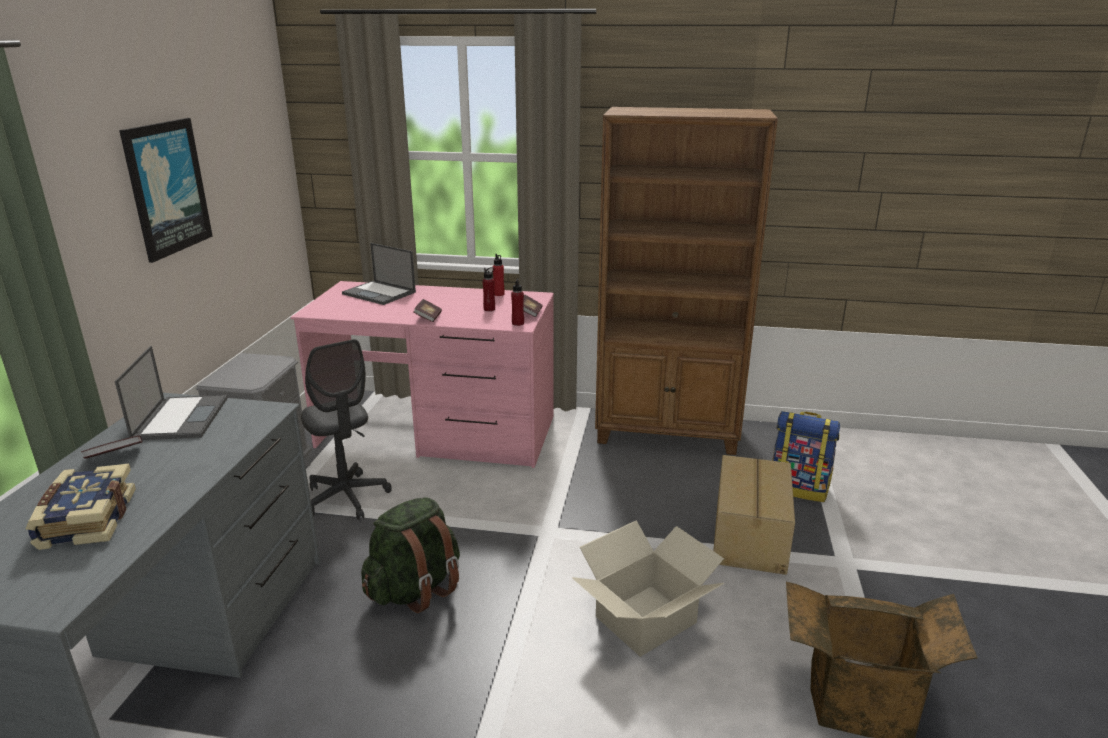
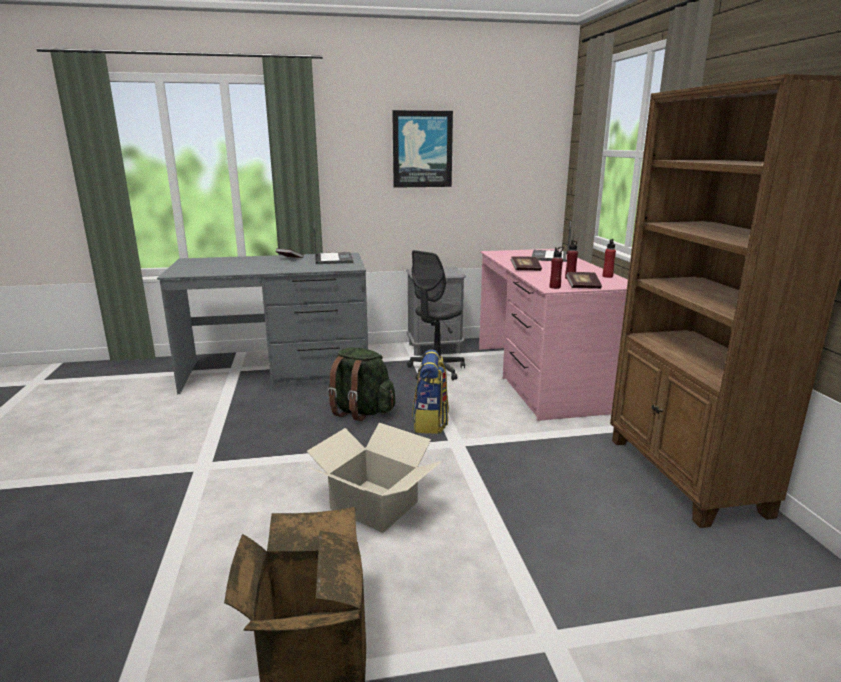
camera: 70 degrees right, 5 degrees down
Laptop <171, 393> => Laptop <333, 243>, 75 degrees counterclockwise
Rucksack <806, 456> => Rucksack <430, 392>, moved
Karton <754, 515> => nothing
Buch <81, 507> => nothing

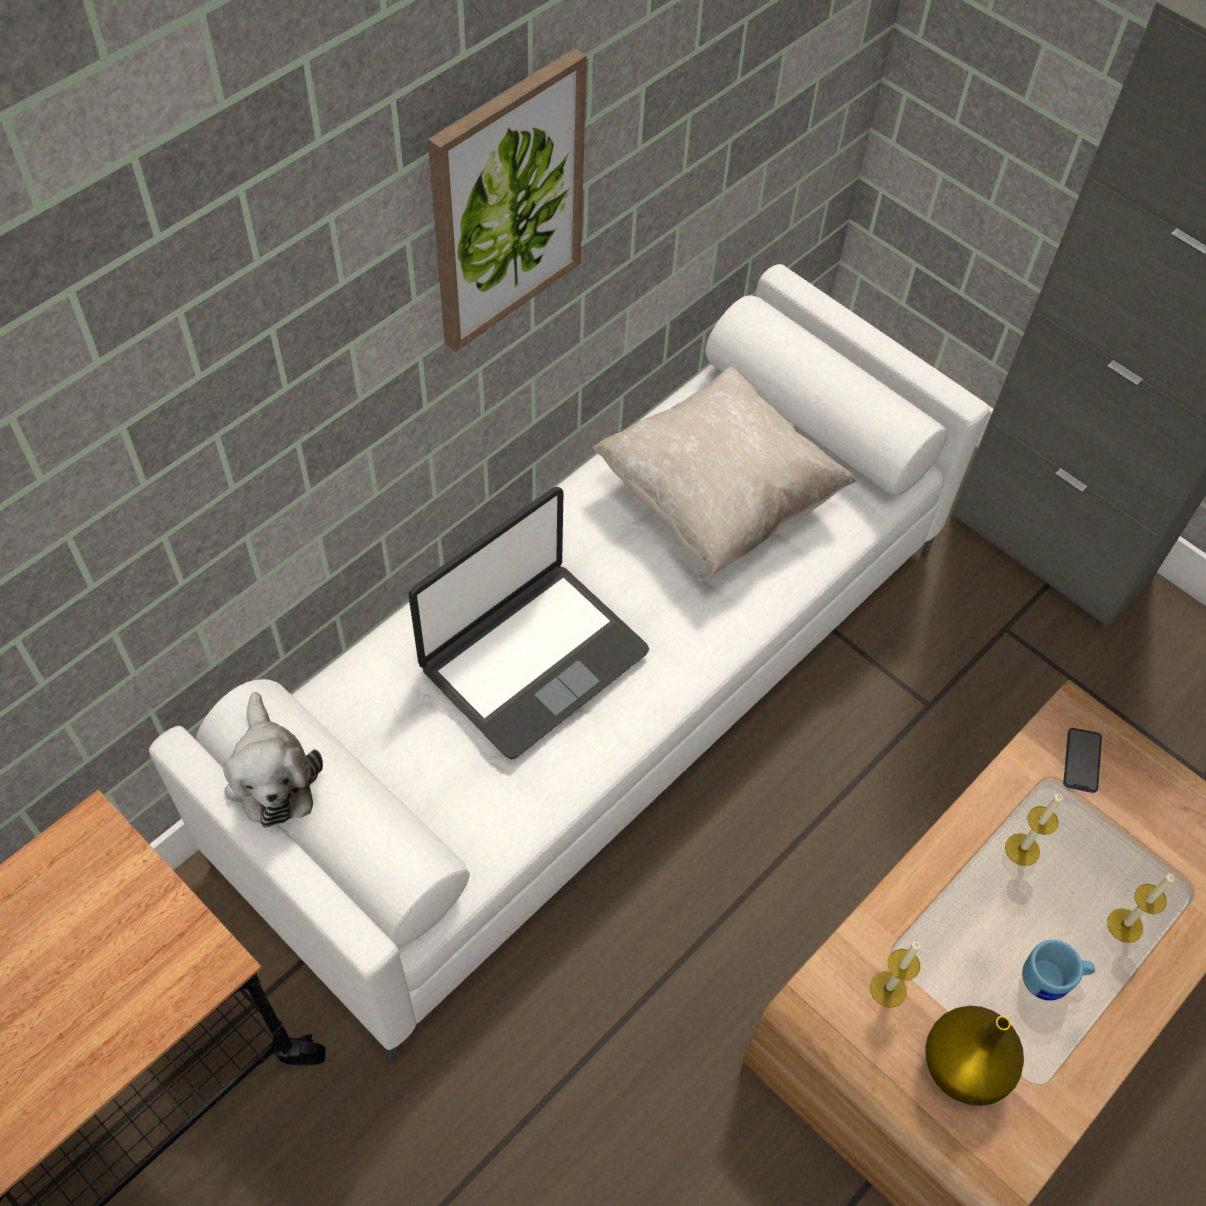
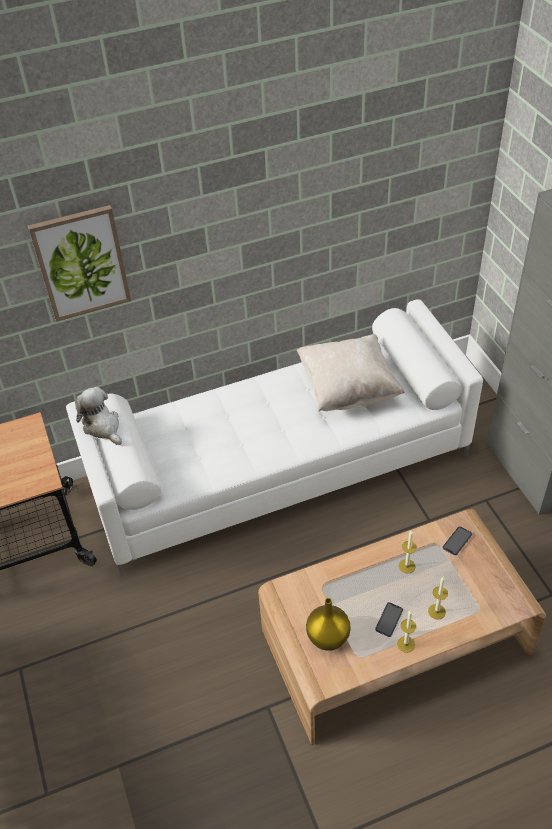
camera: 30 degrees right, 10 degrees down
Bild <507, 200> => Bild <79, 263>, moved
Laptop <528, 623> => nothing
Plüschtier <273, 759> => Plüschtier <98, 416>, 135 degrees clockwise
Henkelbecher [blau] <1058, 970> => Handy <389, 619>
Kerze <895, 974> => Kerze <406, 631>, moved

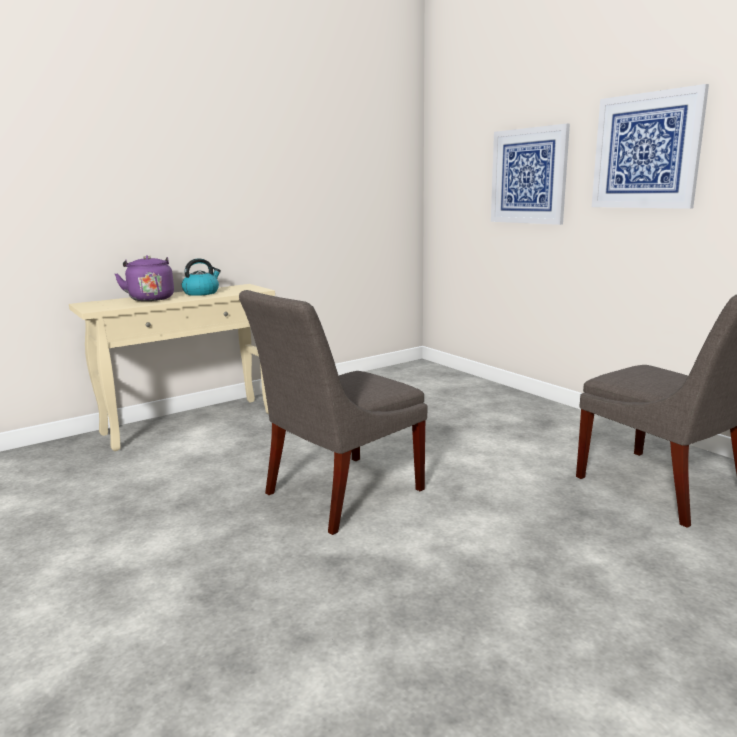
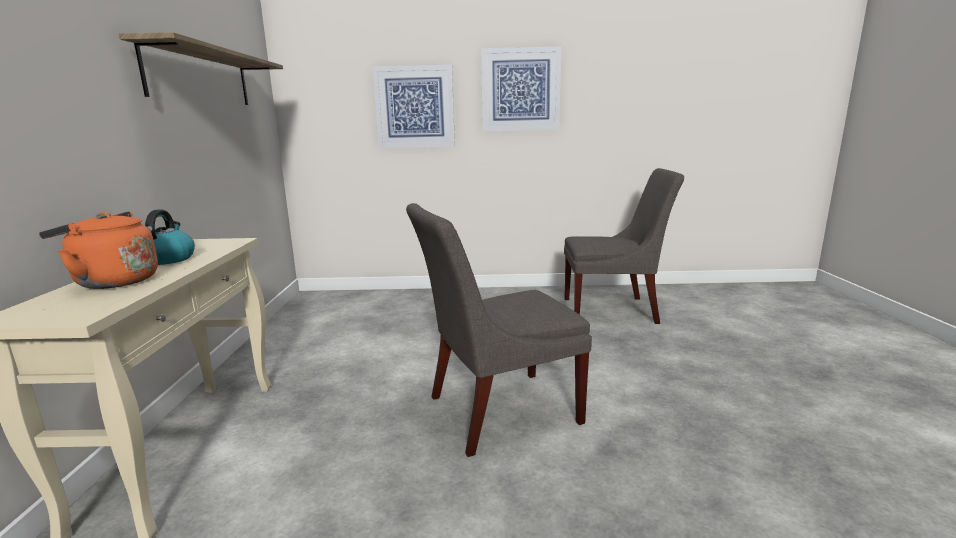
camera: 55 degrees left, 0 degrees up
Wasserkessel [lila] <144, 278> => Wasserkessel [orange] <98, 250>
Stuhl [grau] <333, 412> => Stuhl [grau] <499, 330>, 75 degrees clockwise
nothing => Wandregal <201, 68>

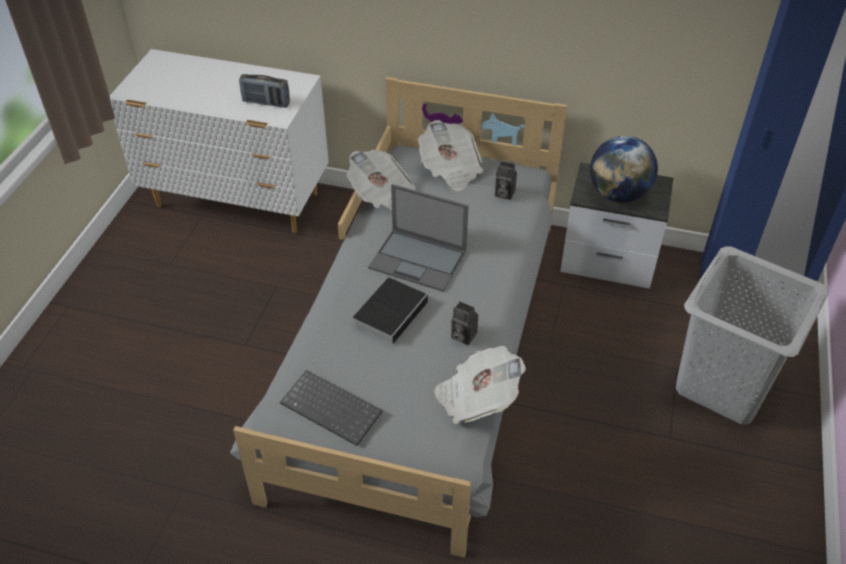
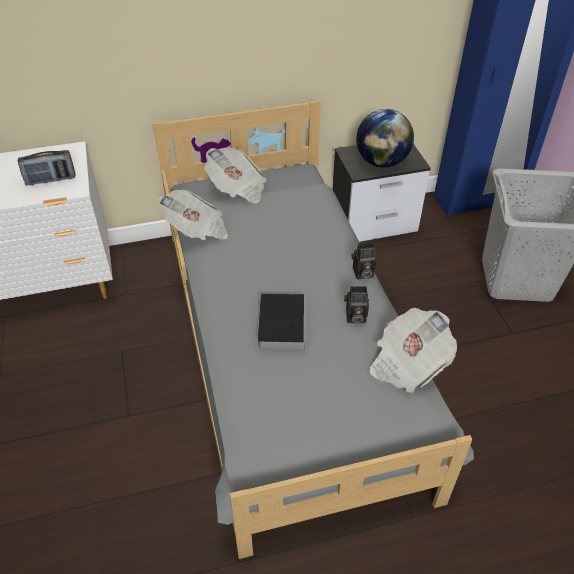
camera: 30 degrees left, 0 degrees up
Kamera <506, 180> => Kamera <364, 260>, moved
Laptop <418, 238> => nothing
Tastatur <331, 408> => nothing

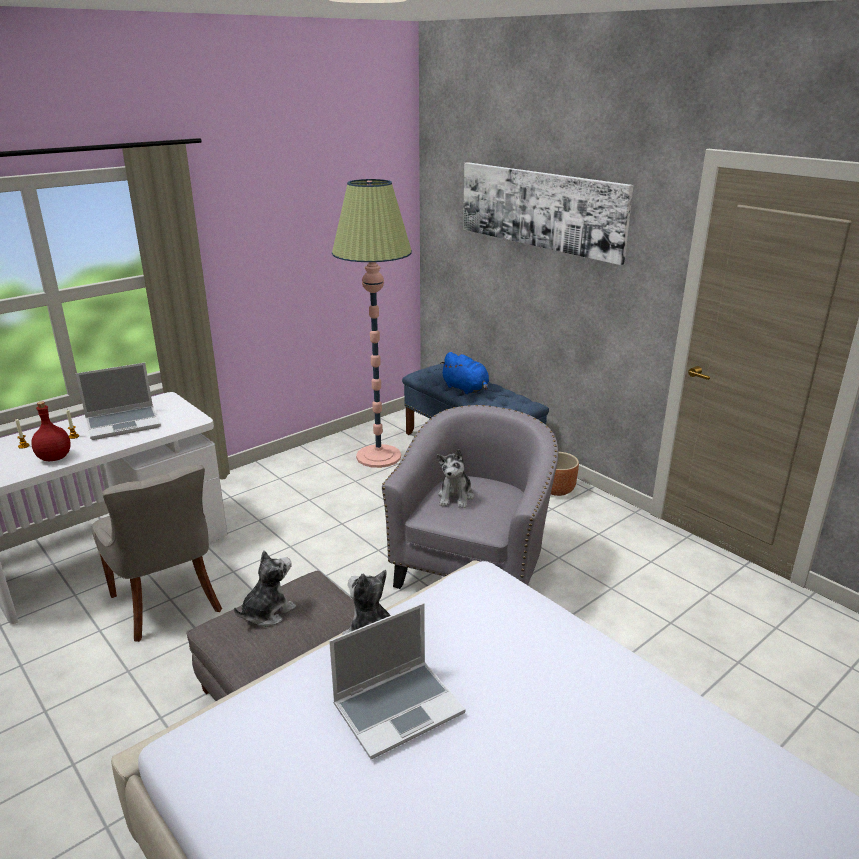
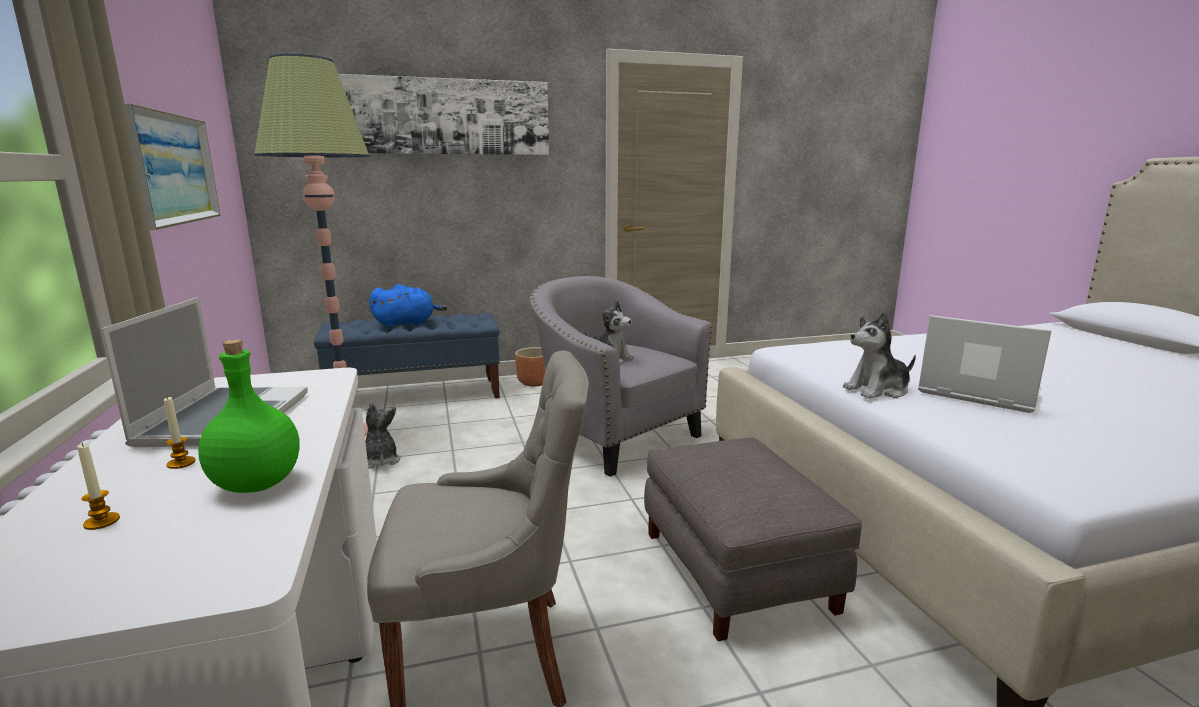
camera: 65 degrees left, 10 degrees down
Flasche [rot] <51, 431> => Flasche [grün] <249, 416>
Plüschtier <265, 588> => Plüschtier <383, 436>, moved
Laptop <397, 681> => Laptop <985, 364>, 45 degrees counterclockwise
nothing => Bild <172, 166>

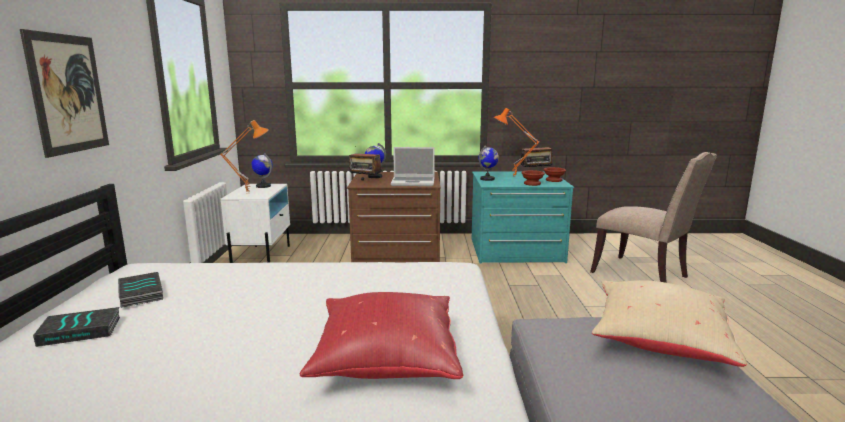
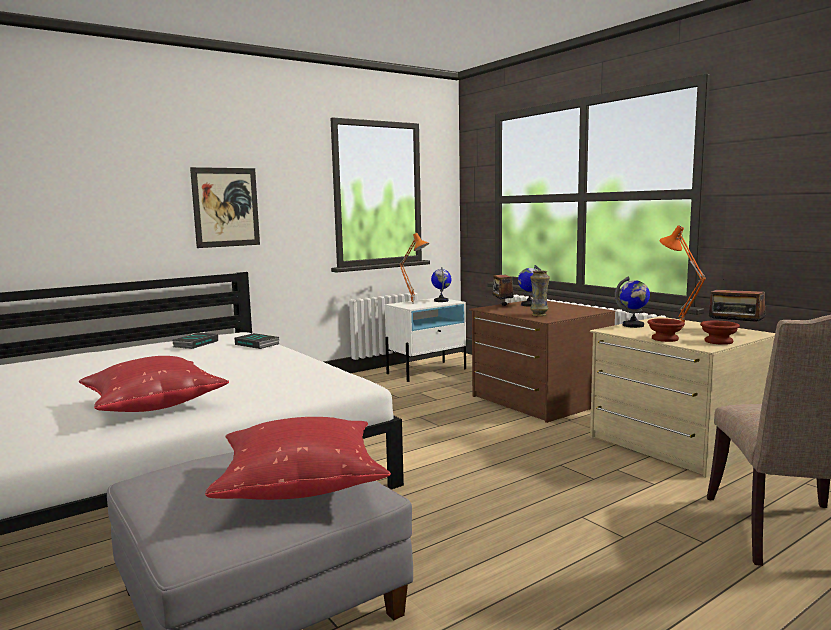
camera: 55 degrees right, 5 degrees down
Laptop <413, 166> => Vase <540, 293>
Kommode [türkis] <523, 217> => Kommode [beige] <682, 397>
Kissen [beige] <669, 323> => Kissen [rot] <298, 458>
Buch <76, 327> => Buch <256, 341>, moved

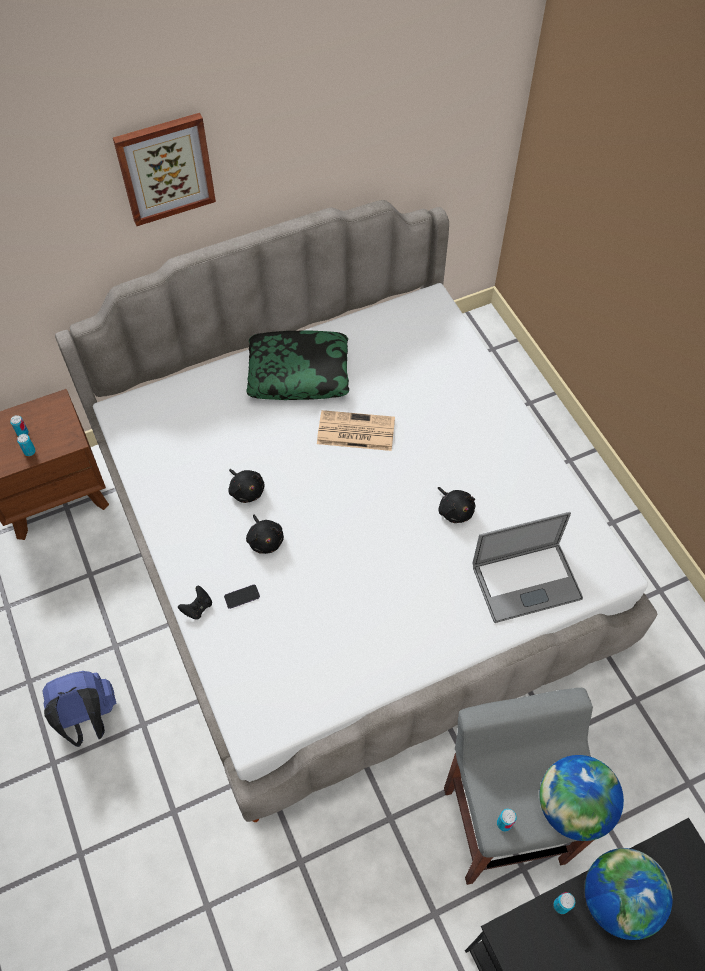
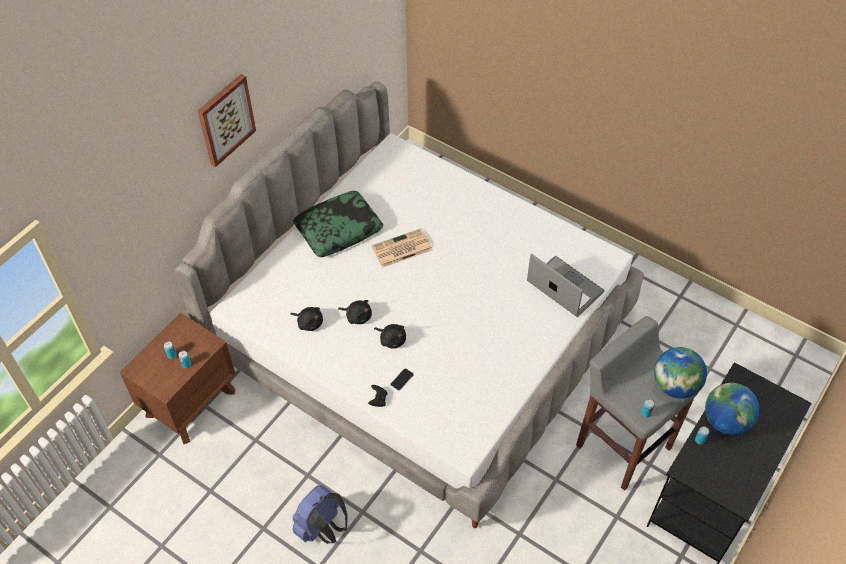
camera: 30 degrees left, 5 degrees down
Plüschtier [schwarz] <456, 505> => Plüschtier [schwarz] <307, 319>, moved
Laptop <527, 567> => Laptop <566, 285>, 90 degrees counterclockwise

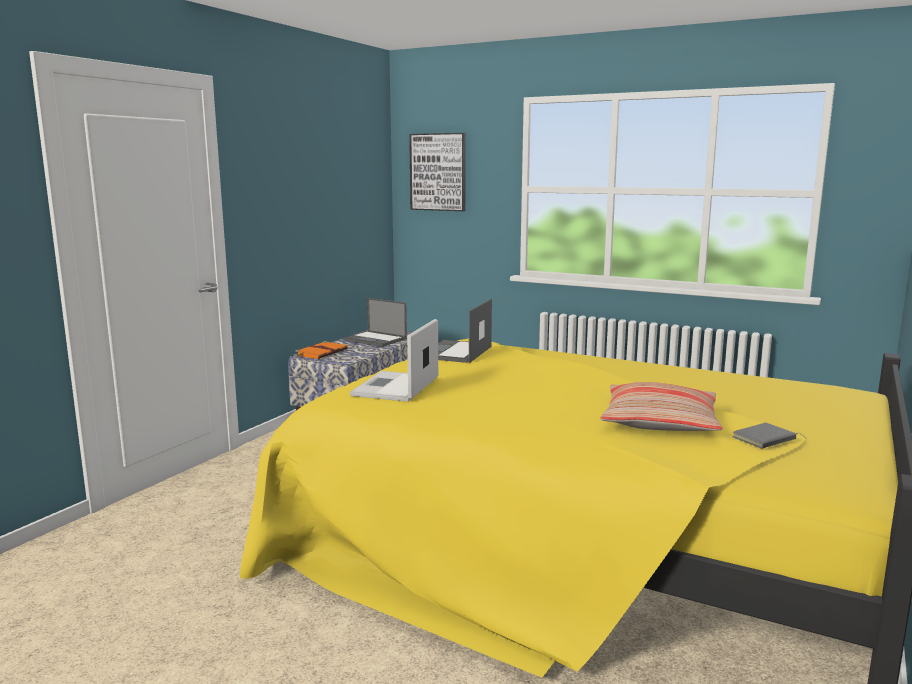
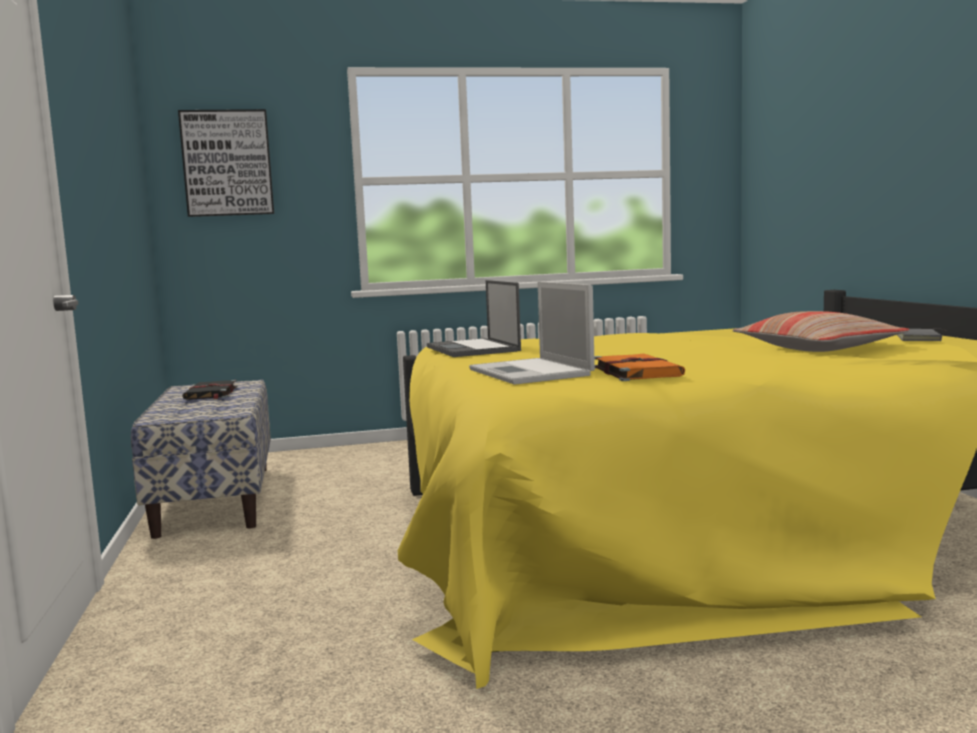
camera: 40 degrees left, 5 degrees down
Laptop <375, 322> => Buch [schwarz] <209, 390>
Buch [orange] <321, 350> => Buch [orange] <639, 367>, moved

